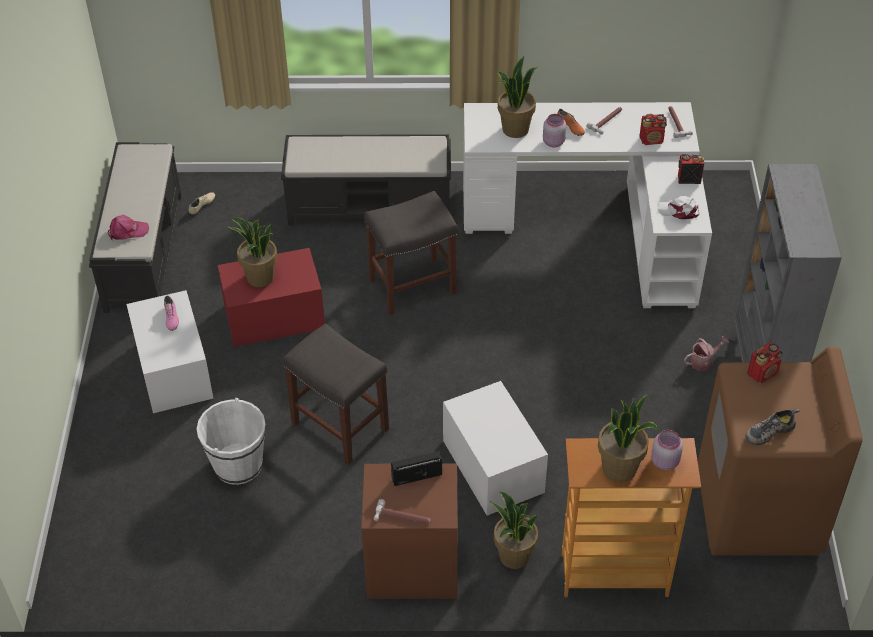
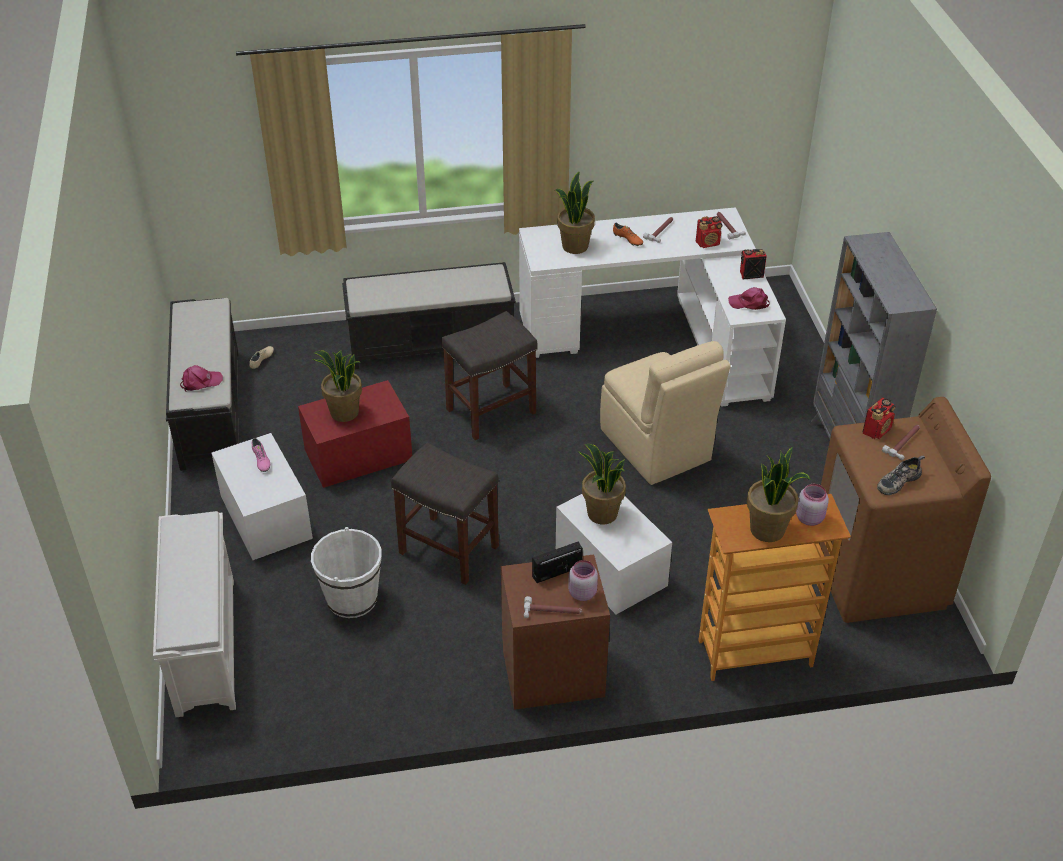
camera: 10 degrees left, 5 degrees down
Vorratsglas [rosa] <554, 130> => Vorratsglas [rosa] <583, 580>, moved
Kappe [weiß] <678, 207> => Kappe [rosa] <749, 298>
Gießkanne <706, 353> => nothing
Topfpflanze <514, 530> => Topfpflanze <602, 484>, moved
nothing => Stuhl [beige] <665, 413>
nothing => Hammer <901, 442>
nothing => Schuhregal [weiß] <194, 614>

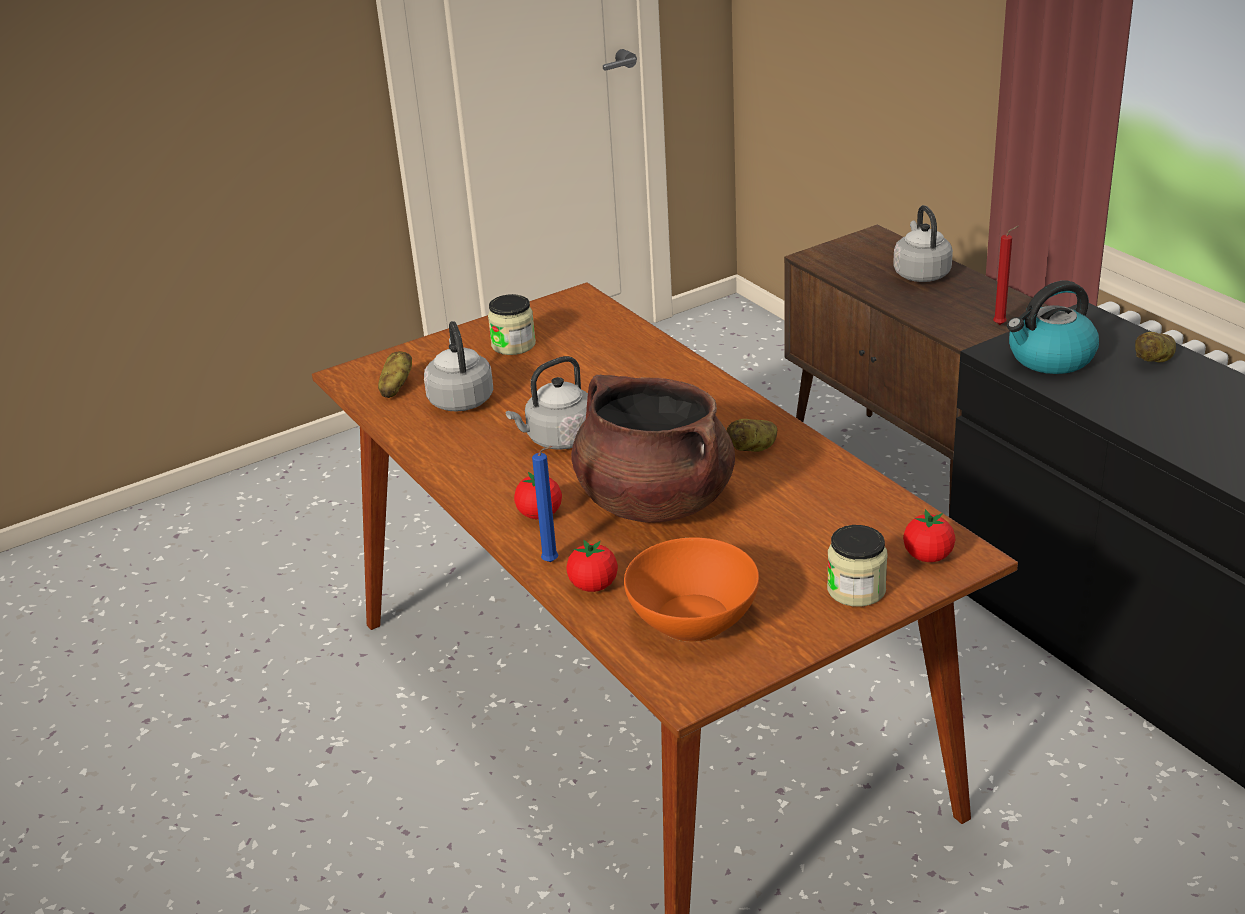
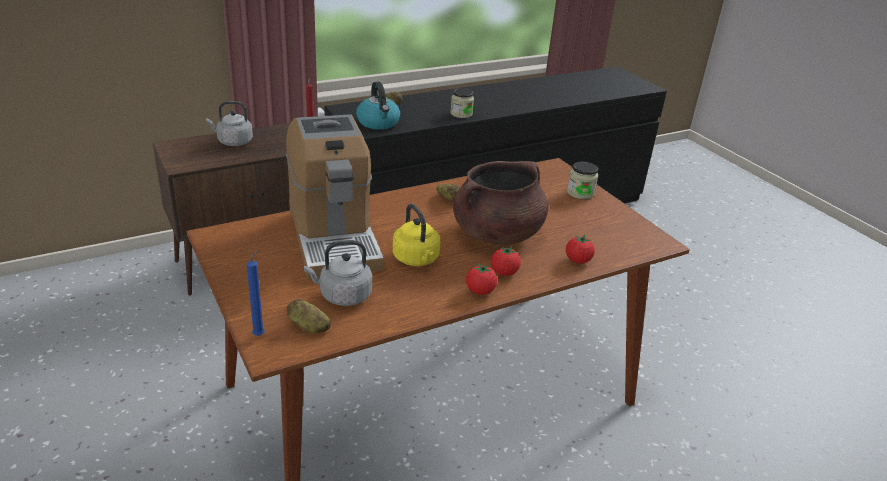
camera: 90 degrees left, 0 degrees up
Vorratsglas <512, 324> => Vorratsglas <462, 103>, moved
Wasserkessel [grau] <547, 403> => Wasserkessel [gelb] <416, 234>
Kerze [blau] <545, 504> => Kerze [blau] <256, 293>, moved
Tomate <929, 535> => Tomate <481, 279>, moved
Schüssel [orange] <691, 590> => nothing
nothing => Kaffeemaschine <335, 197>

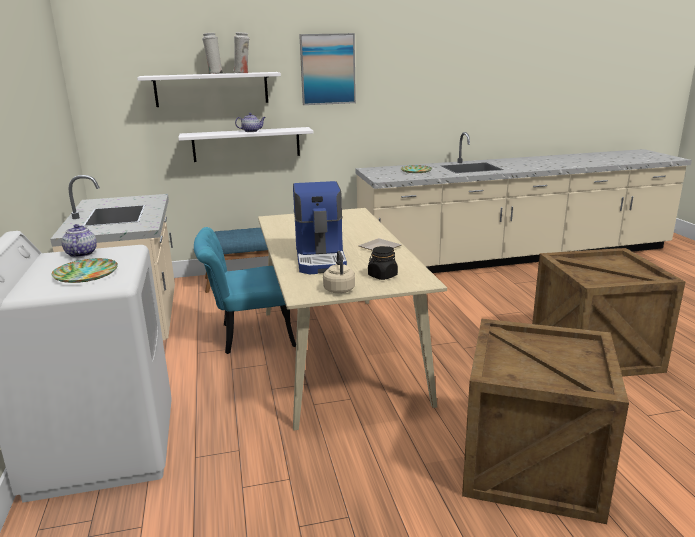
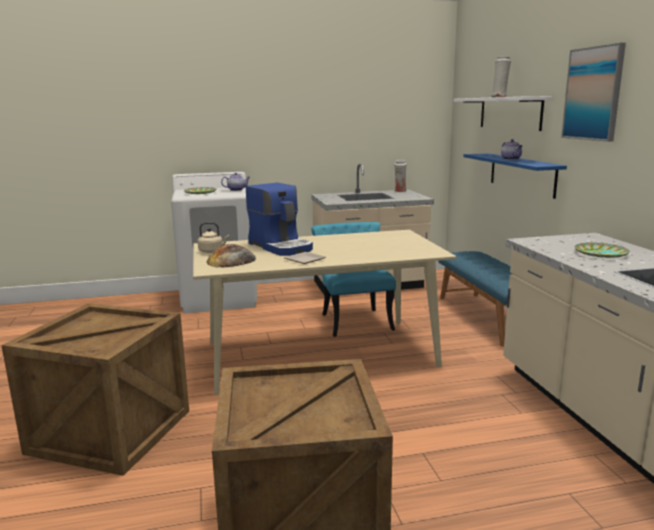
camera: 90 degrees right, 5 degrees down
Vase [weiß] <241, 52> => Vase [weiß] <400, 176>, moved
Wandregal [weiß] <246, 144> => Wandregal [blau] <515, 176>
Kaffeemaschine <320, 227> => Kaffeemaschine <279, 219>, 120 degrees counterclockwise
Vorratsglas [schwarz] <383, 263> => Brot <231, 256>

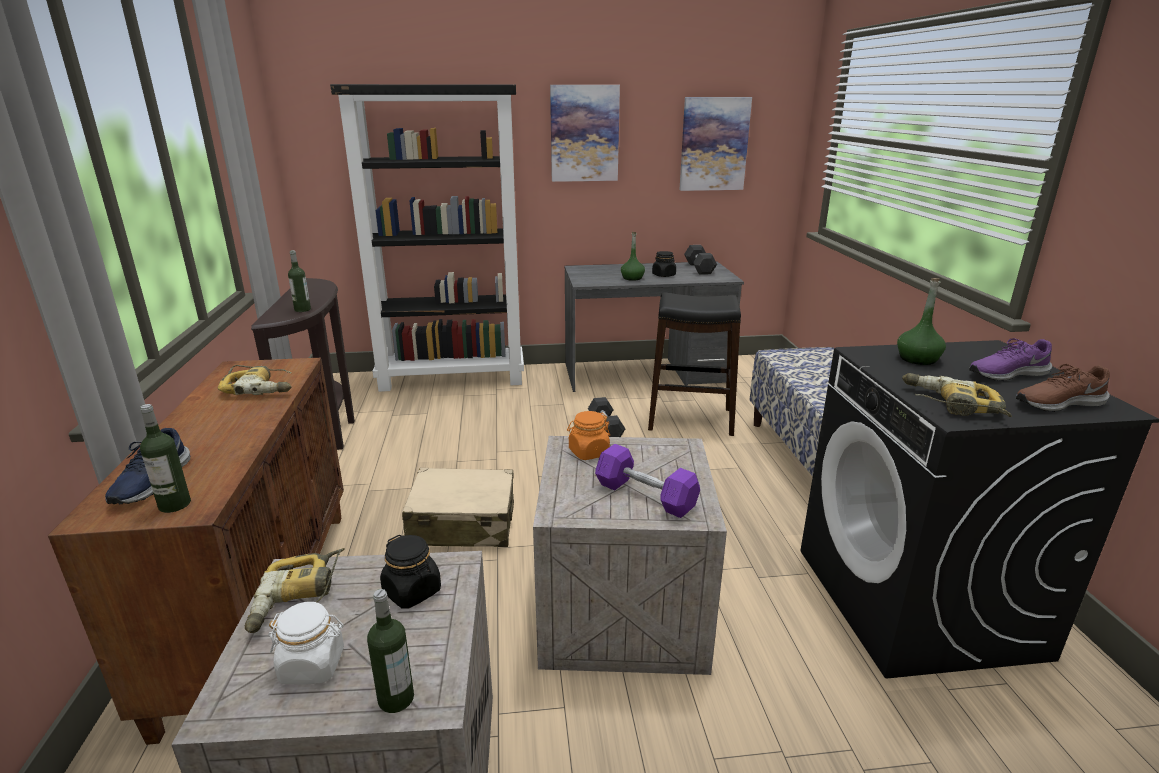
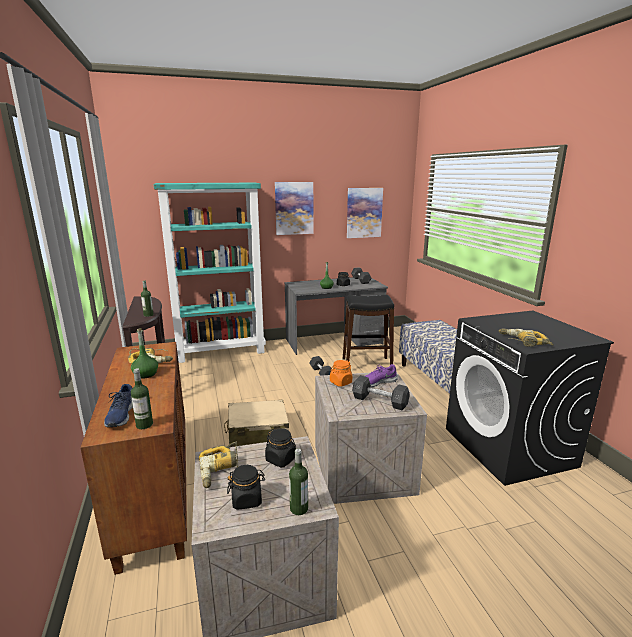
camera: 10 degrees left, 5 degrees down
Bücherregal [schwarz] <427, 238> => Bücherregal [türkis] <210, 273>
Flasche [grün] <921, 321> => Flasche [grün] <144, 354>, moved
Schuh [lila] <1010, 359> => Schuh [lila] <381, 375>, moved
Schuh [braun] <1063, 388> => nothing
Hantel [lila] <647, 481> => Hantel [grau] <381, 393>
Vorratsglas [weiß] <306, 643> => Vorratsglas [schwarz] <246, 487>

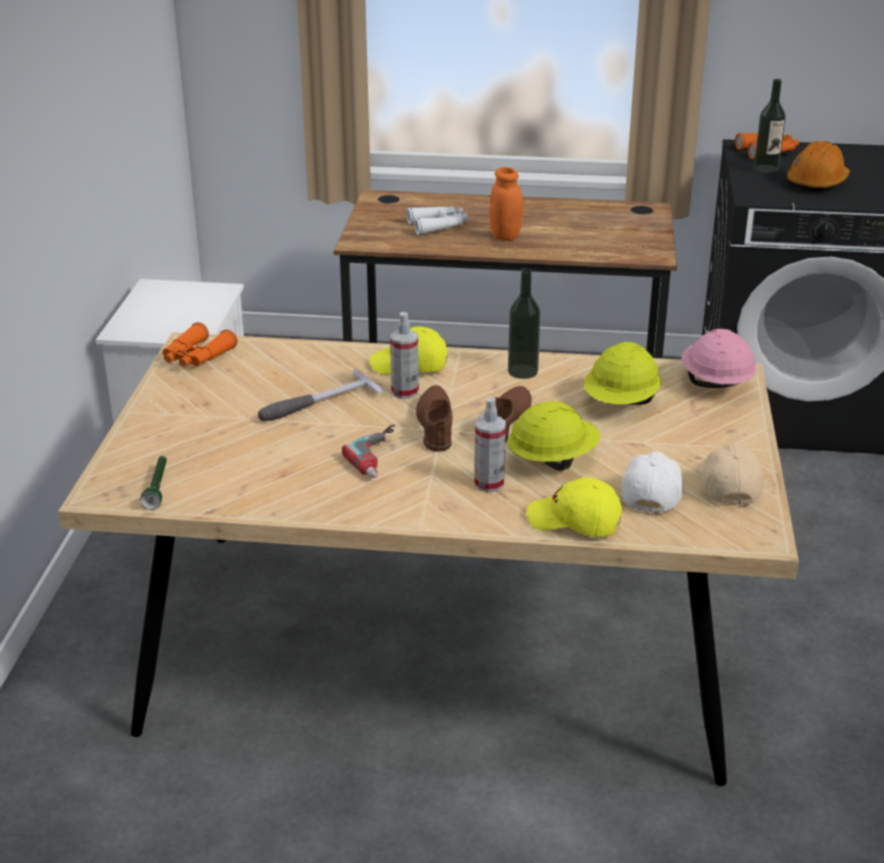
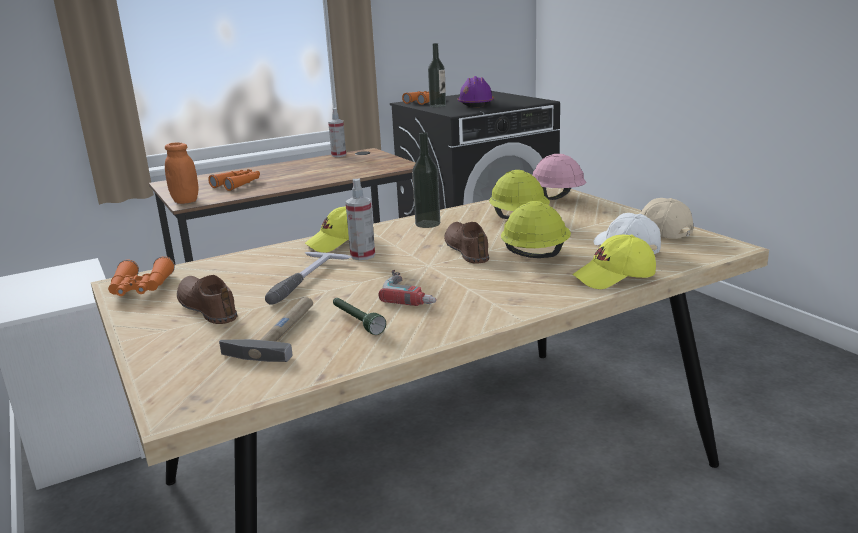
camera: 35 degrees left, 10 degrees down
Schutzhelm [orange] <818, 166> => Schutzhelm [lila] <475, 92>
Vorratsglas [orange] <506, 204> => Vorratsglas [orange] <182, 173>, moved
Fernglas [weiß] <437, 220> => Fernglas [orange] <234, 180>
Schuh [braun] <434, 418> => Schuh [braun] <207, 299>, moved
Sprühflasche <490, 445> => Sprühflasche <337, 132>, moved
Taschenlampe [grün] <154, 483> => Taschenlampe [grün] <359, 316>, moved
nothing => Hammer <266, 329>

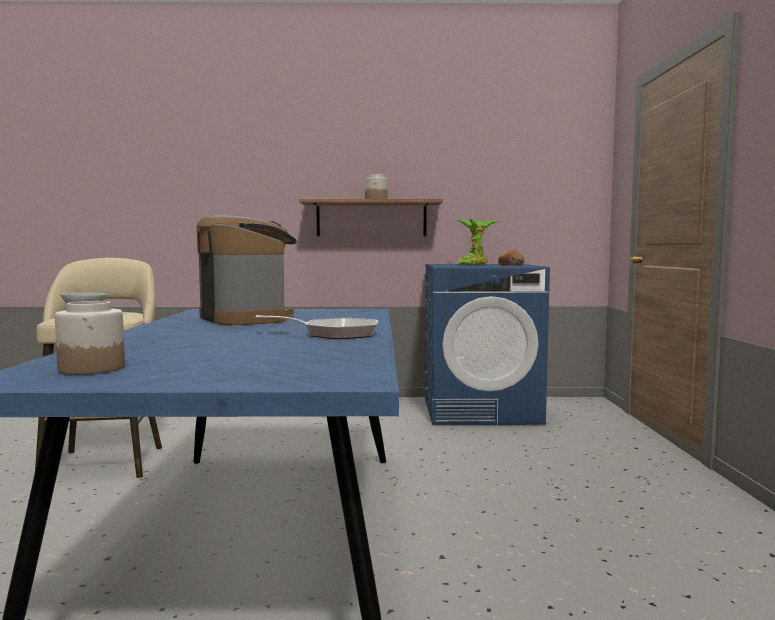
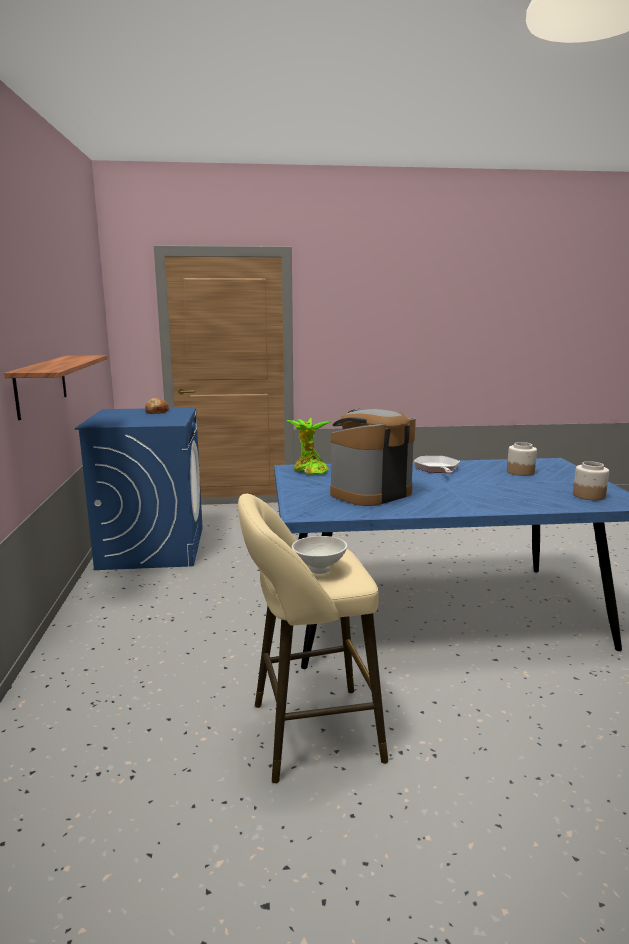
camera: 95 degrees left, 10 degrees up
Vorratsglas <376, 186> => Vorratsglas <522, 459>, moved
Topfpflanze <477, 241> => Topfpflanze <308, 446>, moved

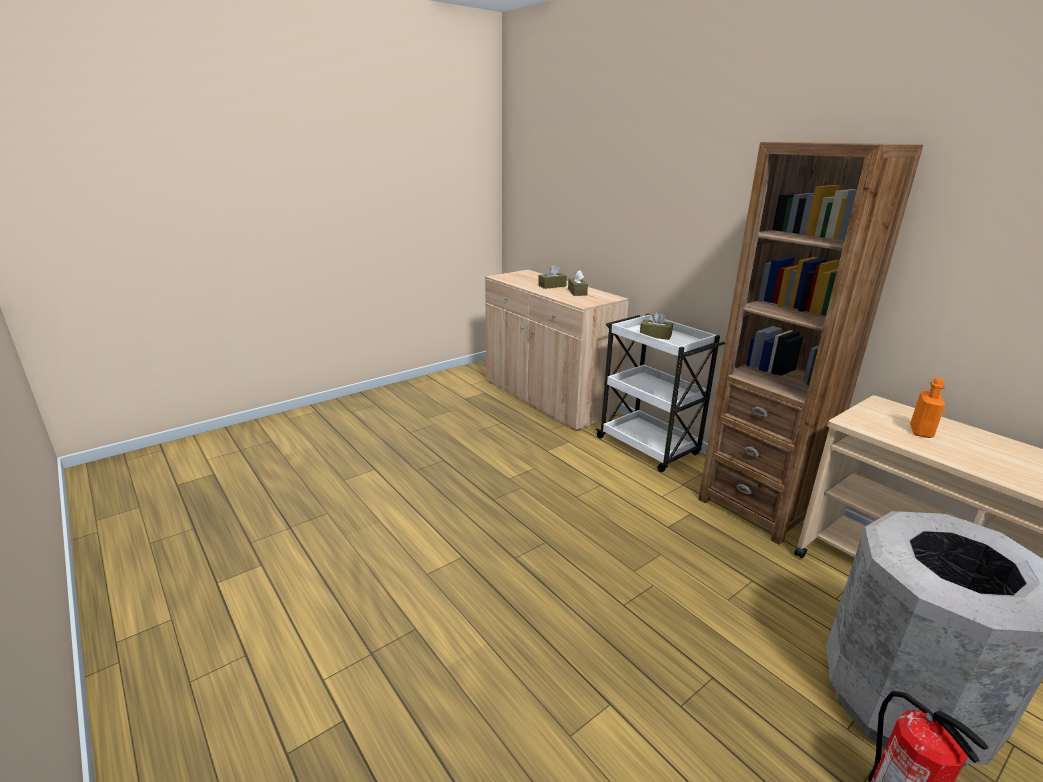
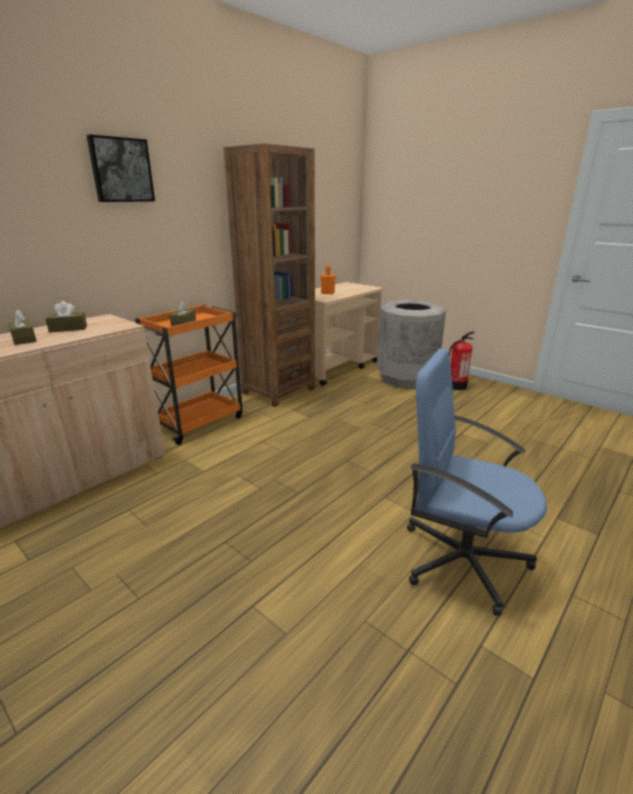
camera: 100 degrees left, 0 degrees up
Rollwagen [weiß] <660, 393> => Rollwagen [orange] <189, 375>
nothing => Bild <120, 168>
nothing => Bürostuhl [blau] <477, 482>

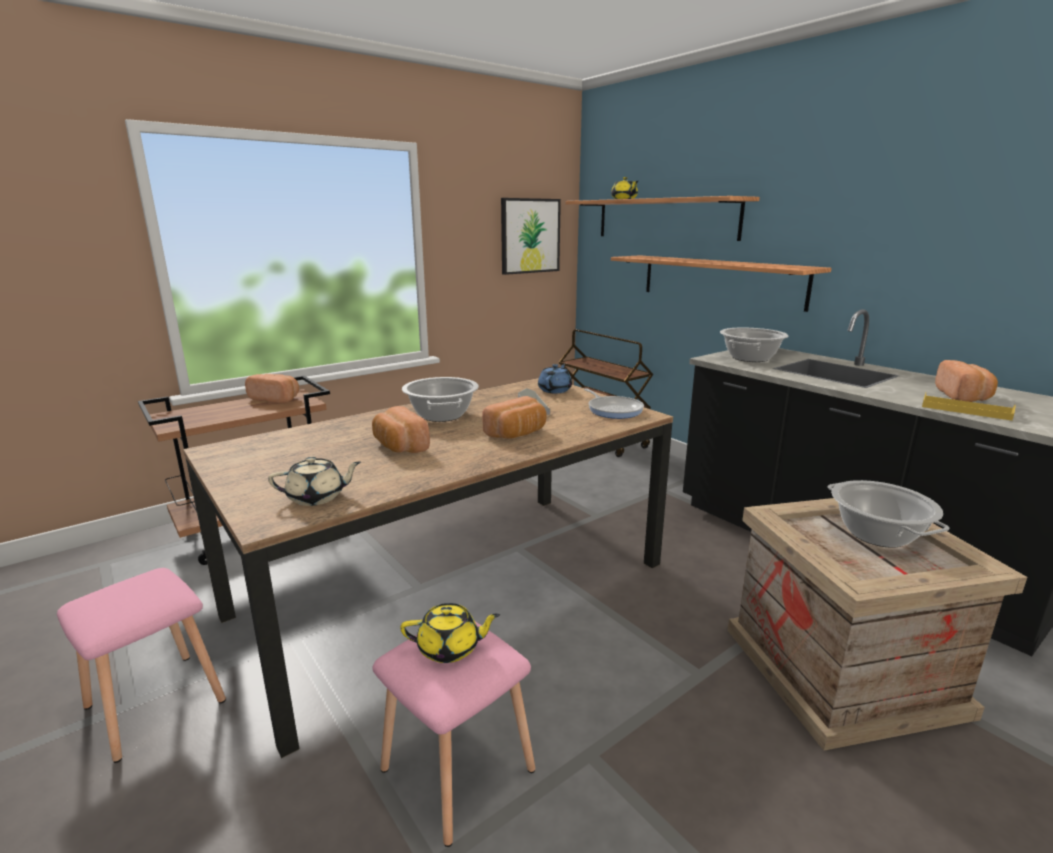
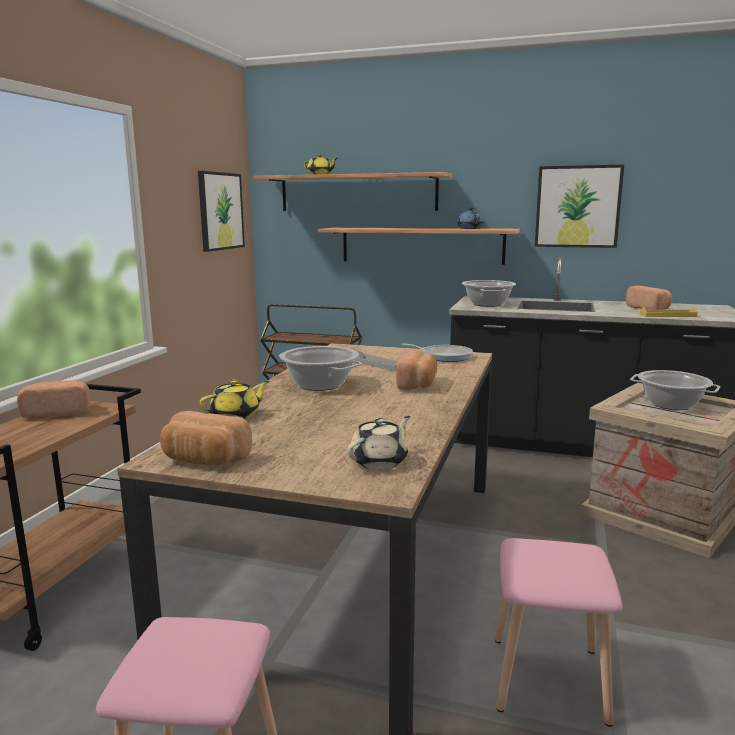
camera: 35 degrees left, 5 degrees down
Teekanne [blau] <555, 378> => Teekanne [blau] <470, 218>, moved
Brot <401, 429> => Brot <206, 438>, moved
Teekanne [gelb] <450, 633> => Teekanne [gelb] <234, 399>, moved
nothing => Bild <579, 206>

